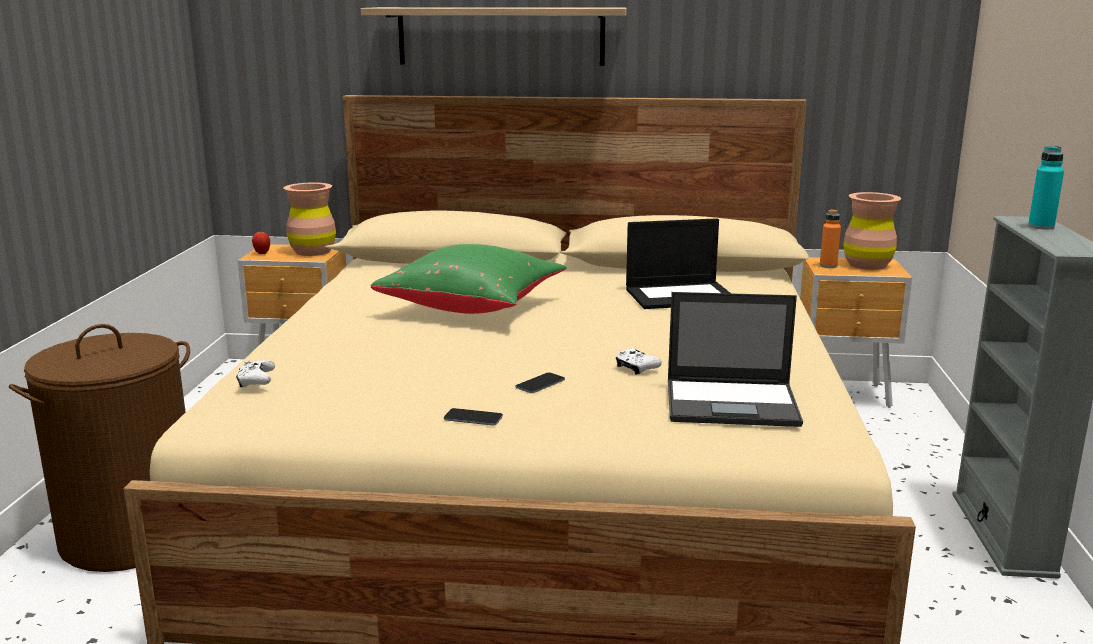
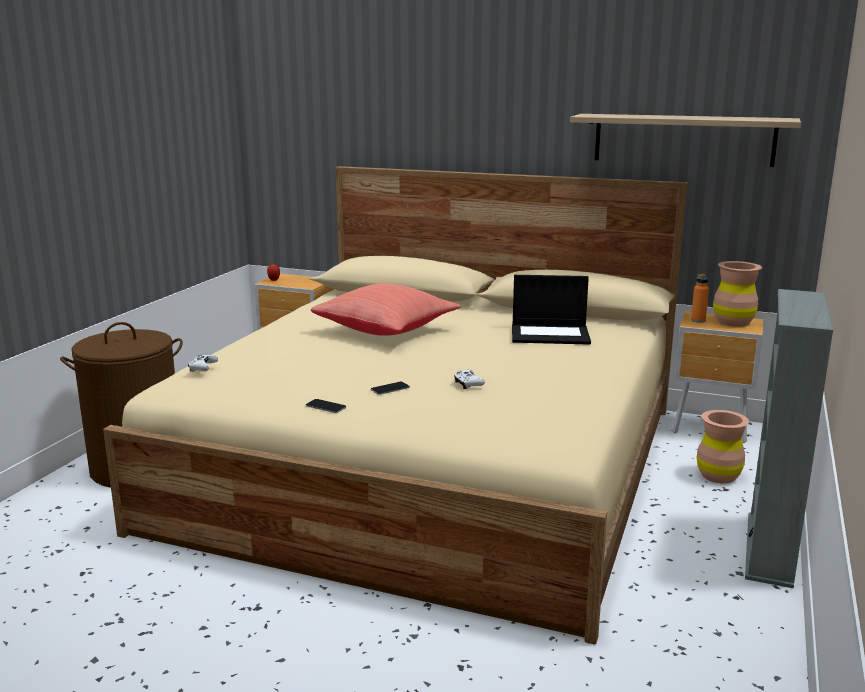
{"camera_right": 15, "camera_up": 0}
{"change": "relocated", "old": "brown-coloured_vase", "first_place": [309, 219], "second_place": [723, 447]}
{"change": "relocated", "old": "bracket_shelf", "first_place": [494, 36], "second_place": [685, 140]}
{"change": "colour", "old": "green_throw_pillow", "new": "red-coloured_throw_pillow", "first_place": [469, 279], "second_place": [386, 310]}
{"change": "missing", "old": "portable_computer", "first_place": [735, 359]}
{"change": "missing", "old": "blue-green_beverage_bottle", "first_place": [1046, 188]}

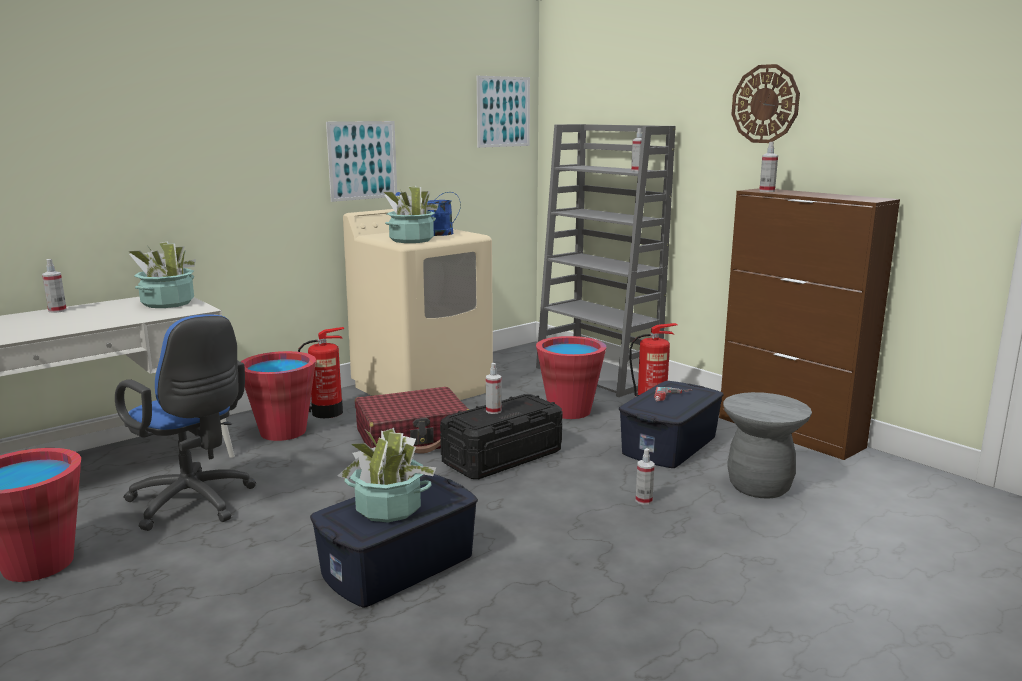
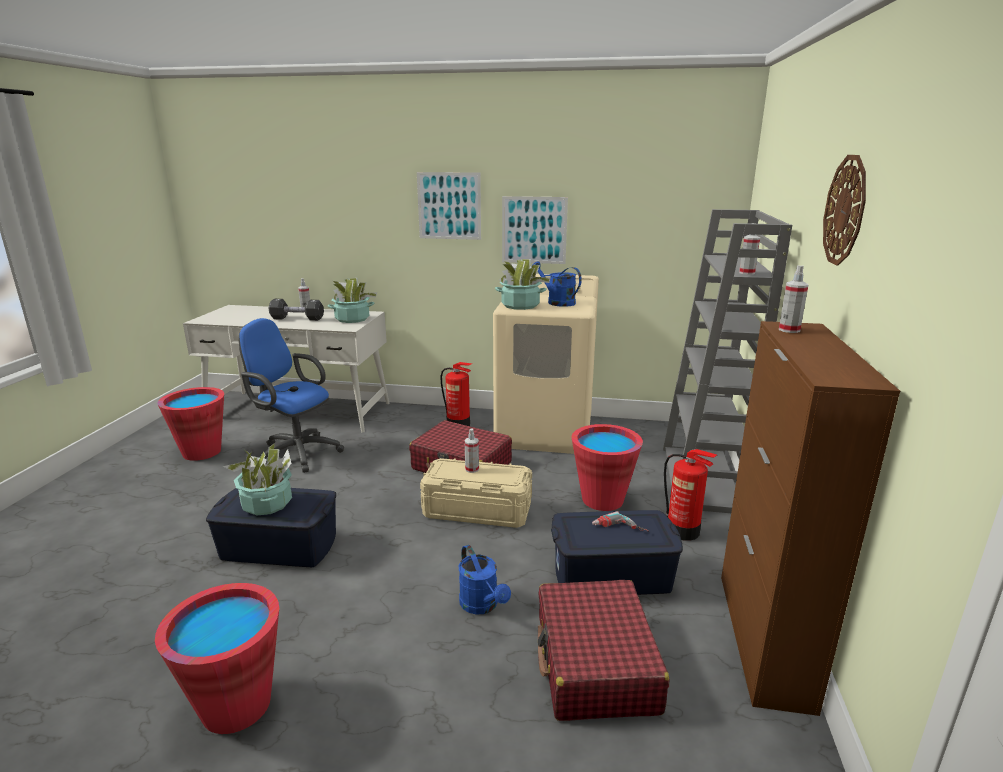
{"camera_right": 50, "camera_up": 5}
{"change": "spun", "old": "bluish_computer_chair", "first_place": [185, 423], "second_place": [291, 395], "degrees": 120}
{"change": "relocated", "old": "red-coloured_water_bucket", "first_place": [278, 396], "second_place": [217, 658]}
{"change": "colour", "old": "blackish_storage_bin", "new": "beige_storage_bin", "first_place": [501, 436], "second_place": [476, 493]}
{"change": "relocated", "old": "wall_picture", "first_place": [503, 112], "second_place": [449, 206]}
{"change": "exchanged", "old": "sprayer", "new": "bluish_watering_can", "first_place": [645, 476], "second_place": [485, 580]}
{"change": "exchanged", "old": "gray_stool_seat", "new": "red-coloured_suitcase", "first_place": [767, 445], "second_place": [603, 650]}
{"change": "appeared", "new": "blackish_free_weight", "second_place": [296, 310]}

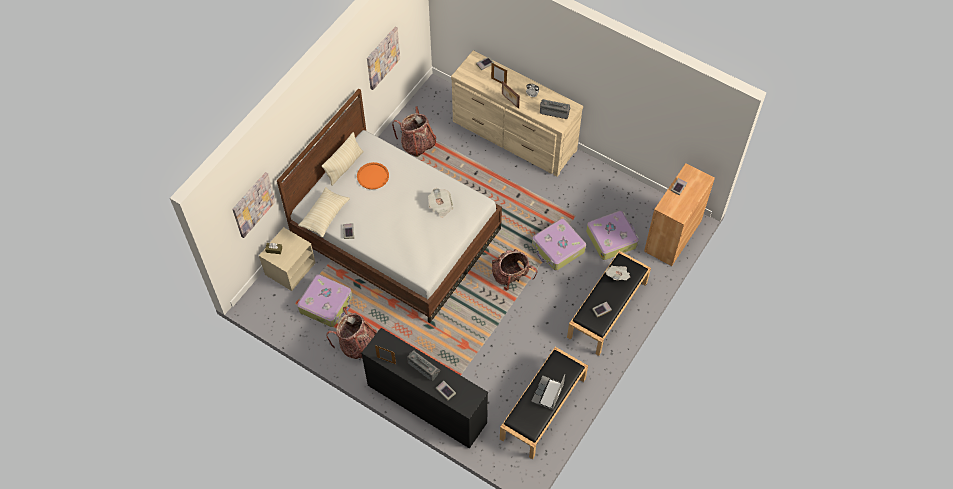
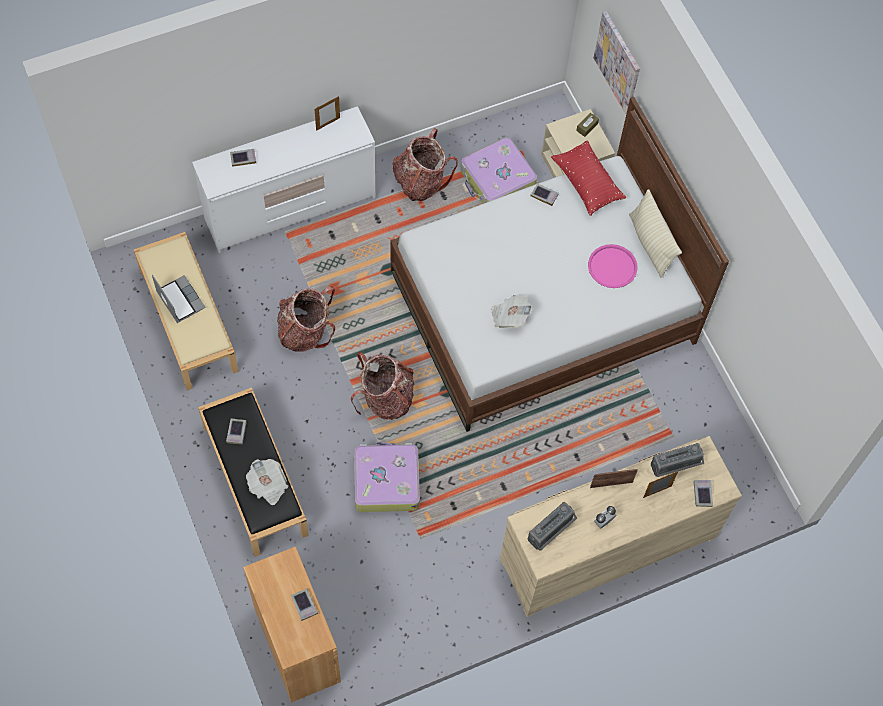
{"camera_right": 120, "camera_up": 5}
{"change": "colour", "old": "beige_throw_pillow", "new": "red-coloured_throw_pillow", "first_place": [324, 212], "second_place": [588, 178]}
{"change": "colour", "old": "orange-coloured_tray", "new": "pinkish_tray", "first_place": [373, 175], "second_place": [612, 266]}
{"change": "colour", "old": "blackish_chest_of_drawers", "new": "whitish_chest_of_drawers", "first_place": [424, 388], "second_place": [283, 179]}
{"change": "missing", "old": "wall_picture", "first_place": [383, 58]}
{"change": "relocated", "old": "backpack", "first_place": [414, 132], "second_place": [306, 319]}
{"change": "relocated", "old": "radio_receiver", "first_place": [423, 365], "second_place": [677, 460]}
{"change": "colour", "old": "blackish_long_seat", "new": "beige_long_seat", "first_place": [544, 403], "second_place": [186, 311]}
{"change": "missing", "old": "suitcase", "first_place": [612, 235]}

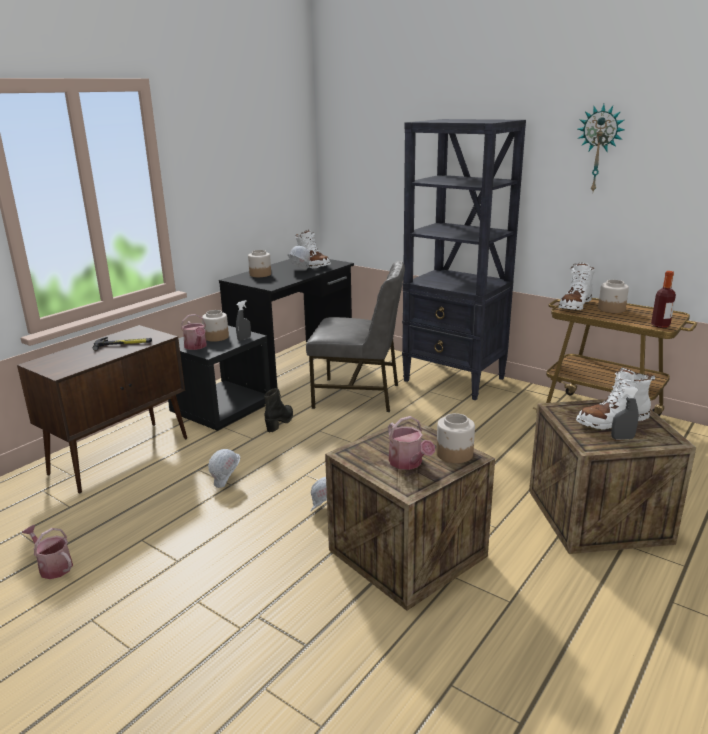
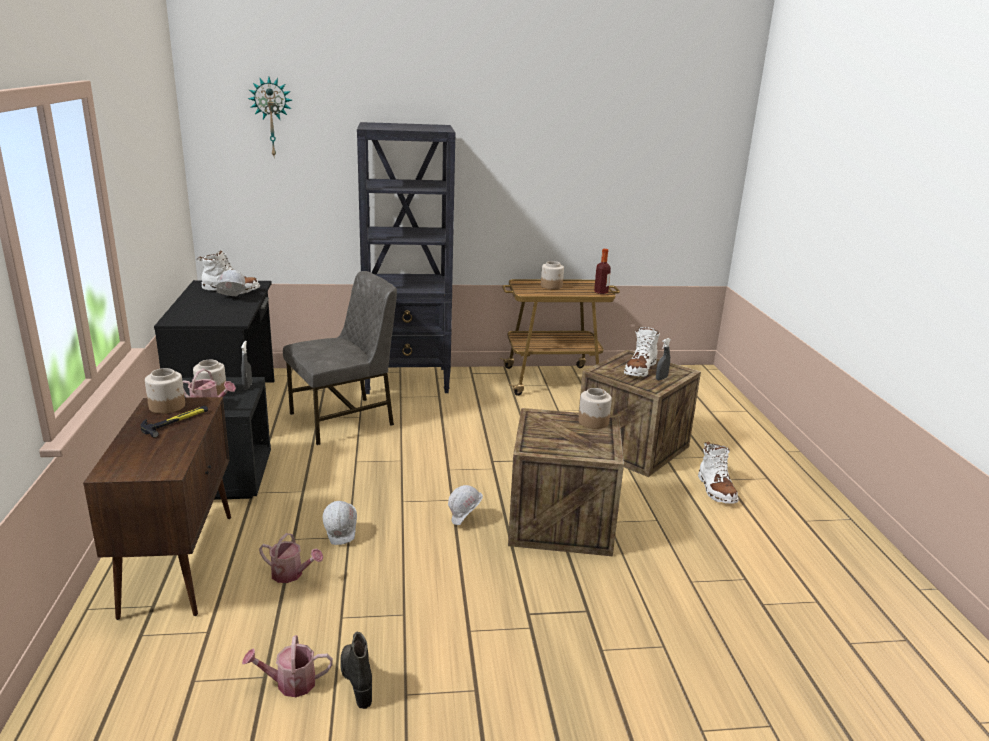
{"camera_right": -45, "camera_up": 0}
{"change": "relocated", "old": "preserve_jar", "first_place": [259, 263], "second_place": [165, 391]}
{"change": "relocated", "old": "blackish_high-top_boot", "first_place": [278, 410], "second_place": [356, 670]}
{"change": "relocated", "old": "watering_can", "first_place": [411, 443], "second_place": [291, 558]}
{"change": "relocated", "old": "whitish_high-top_boot", "first_place": [576, 286], "second_place": [718, 472]}
{"change": "relocated", "old": "wall_clock", "first_place": [601, 148], "second_place": [270, 116]}

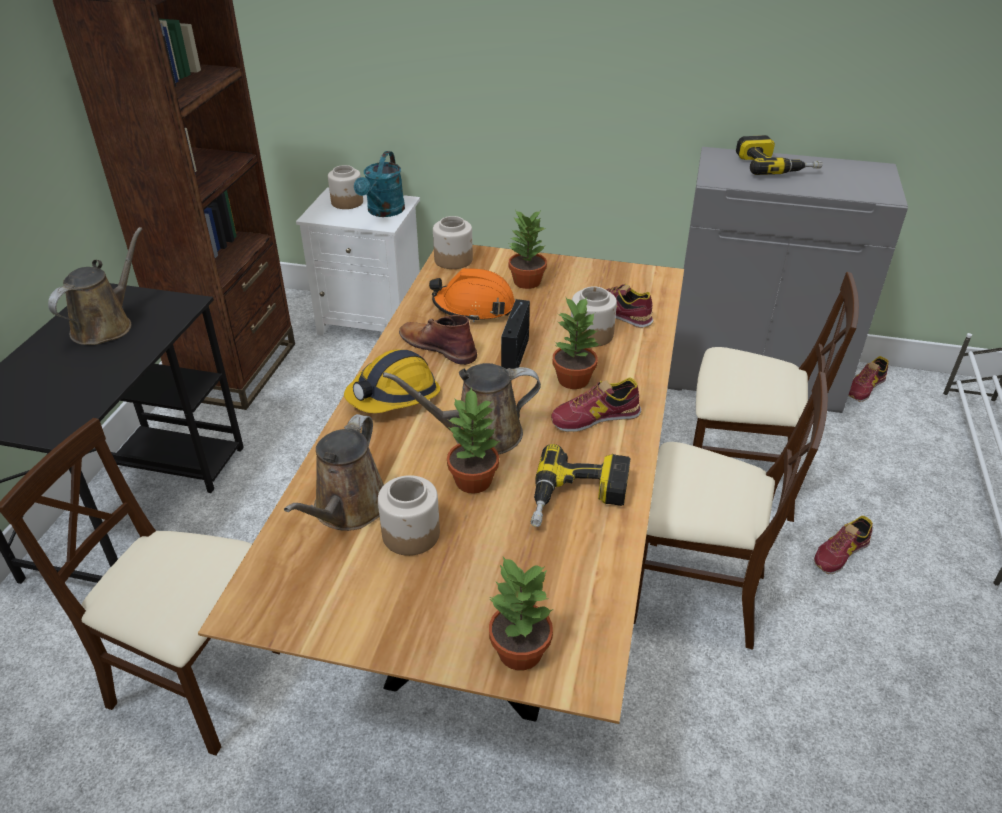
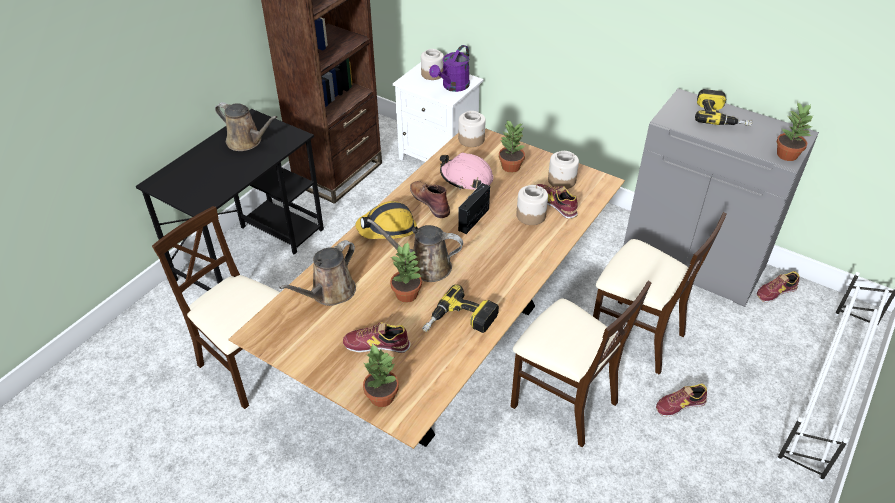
{"camera_right": 20, "camera_up": 5}
{"change": "spun", "old": "brown-coloured_watering_can", "first_place": [95, 286], "second_place": [246, 126], "degrees": 75}
{"change": "colour", "old": "blue-green_watering_can", "new": "purple-coloured_watering_can", "first_place": [379, 184], "second_place": [449, 68]}
{"change": "relocated", "old": "preserve_jar", "first_place": [409, 515], "second_place": [563, 170]}
{"change": "colour", "old": "orange-coloured_work_helmet", "new": "pinkish_work_helmet", "first_place": [472, 295], "second_place": [466, 171]}
{"change": "relocated", "old": "low_shoe", "first_place": [596, 405], "second_place": [377, 337]}
{"change": "relocated", "old": "houseplant", "first_place": [576, 343], "second_place": [795, 131]}

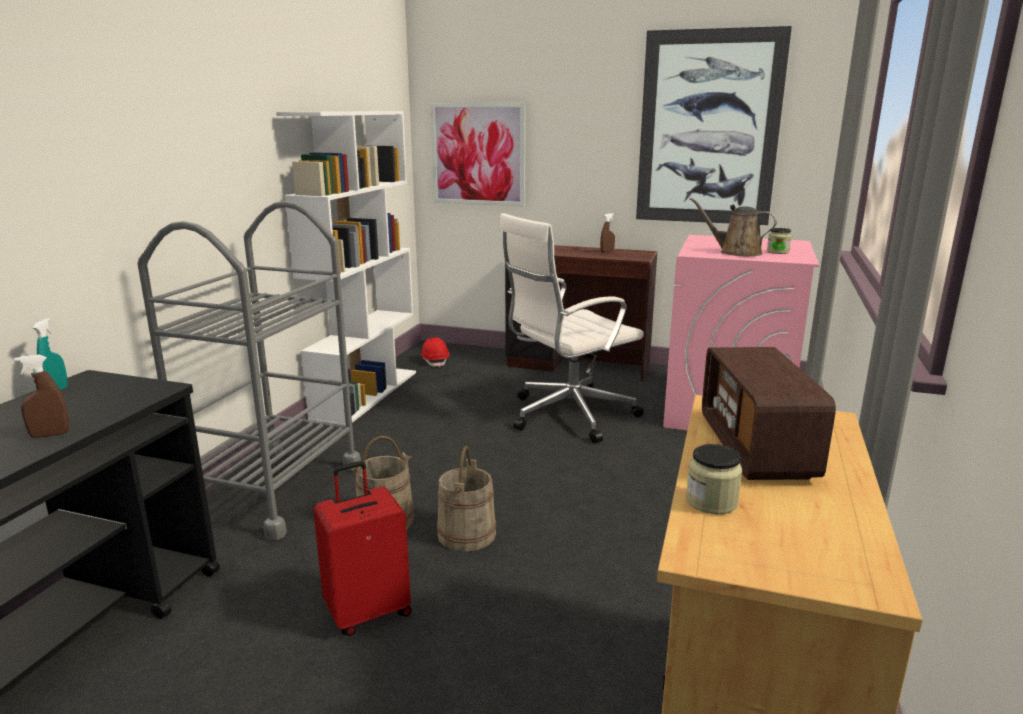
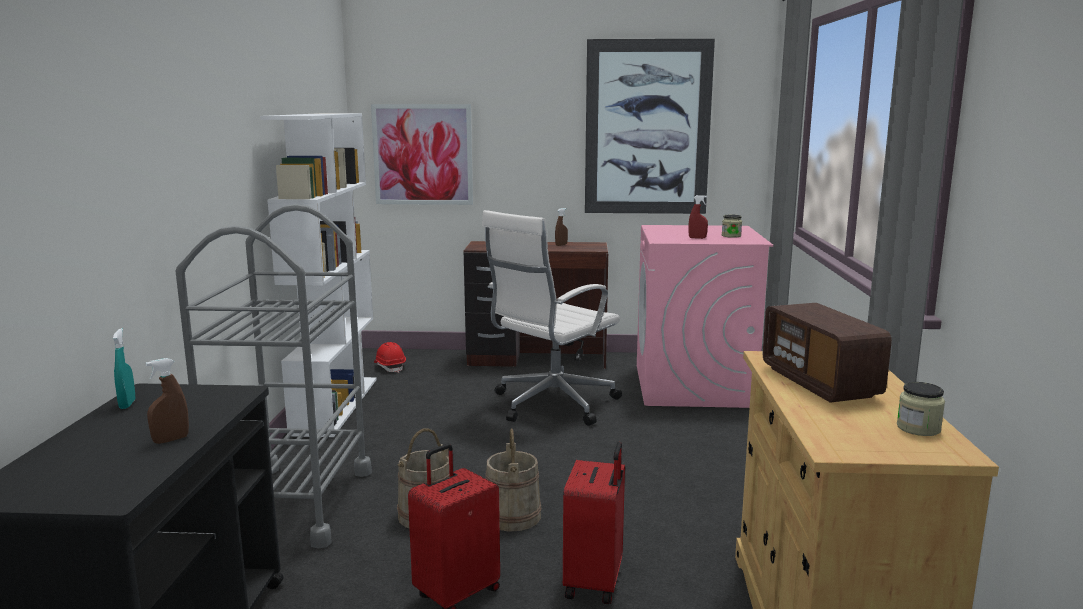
{"camera_right": -15, "camera_up": -5}
{"change": "relocated", "old": "preserve_jar", "first_place": [714, 479], "second_place": [921, 409]}
{"change": "exchanged", "old": "brown-coloured_watering_can", "new": "red-coloured_sprayer", "first_place": [733, 227], "second_place": [698, 217]}
{"change": "appeared", "new": "red-coloured_suitcase", "second_place": [594, 523]}

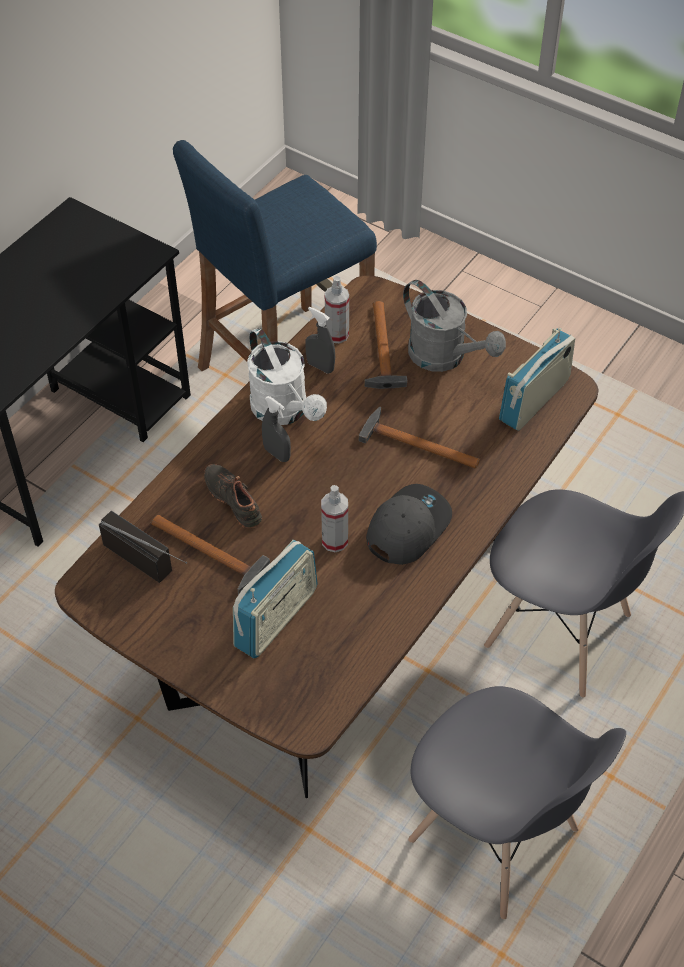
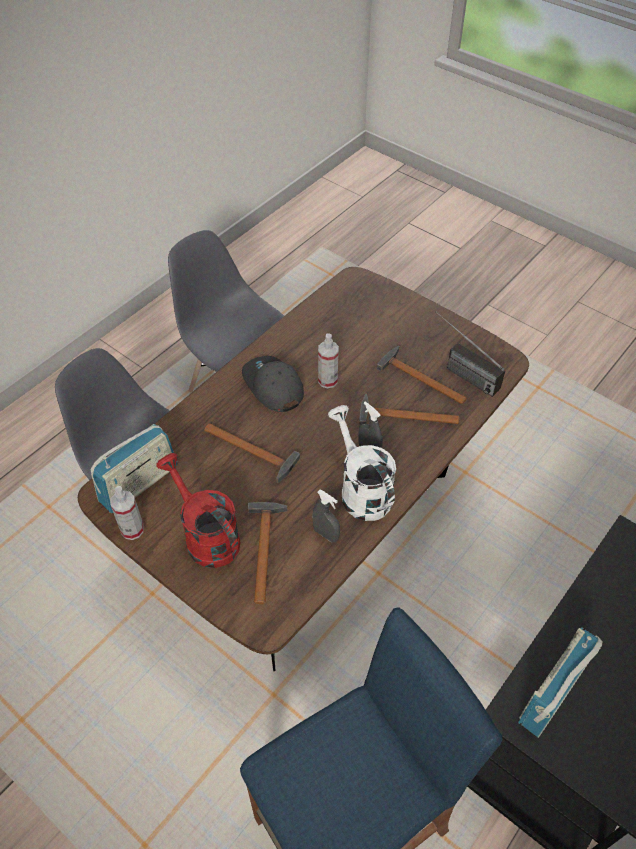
{"camera_right": -175, "camera_up": 0}
{"change": "exchanged", "old": "blackish_low_shoe", "new": "tool_hammer", "first_place": [233, 496], "second_place": [409, 409]}
{"change": "relocated", "old": "radio_receiver", "first_place": [275, 599], "second_place": [560, 682]}
{"change": "relocated", "old": "sprayer", "first_place": [337, 309], "second_place": [127, 513]}
{"change": "spun", "old": "gray_baseball_cap", "first_place": [409, 524], "second_place": [273, 384], "degrees": 105}
{"change": "colour", "old": "gray_watering_can", "new": "red-coloured_watering_can", "first_place": [454, 326], "second_place": [198, 510]}

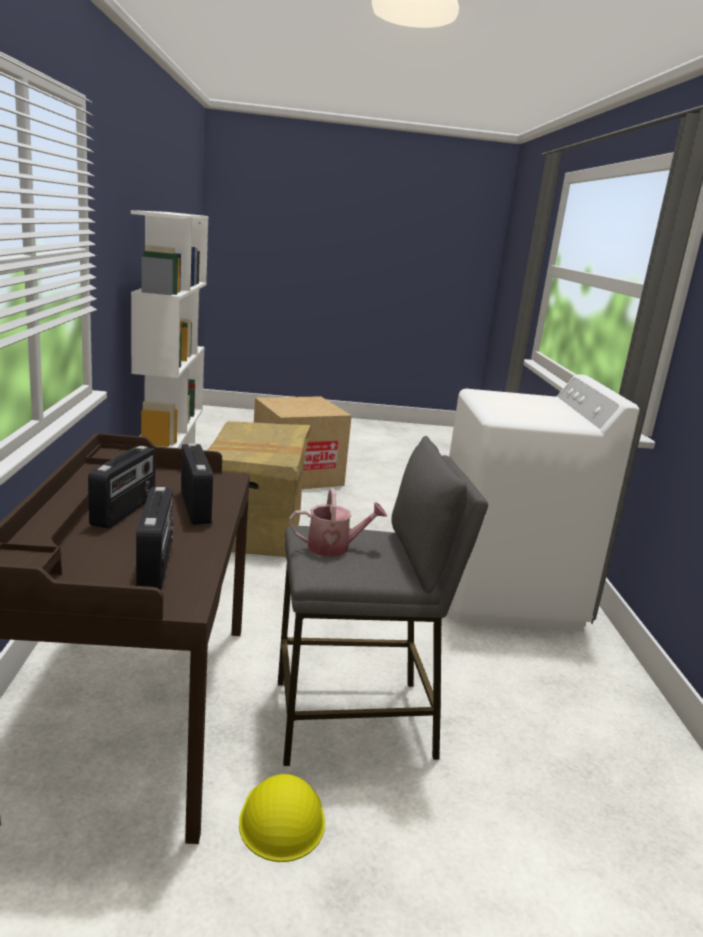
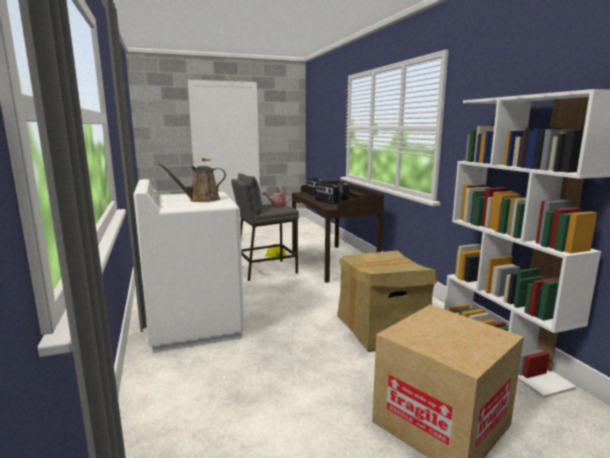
{"camera_right": 165, "camera_up": -5}
{"change": "appeared", "new": "brown-coloured_watering_can", "second_place": [192, 182]}

